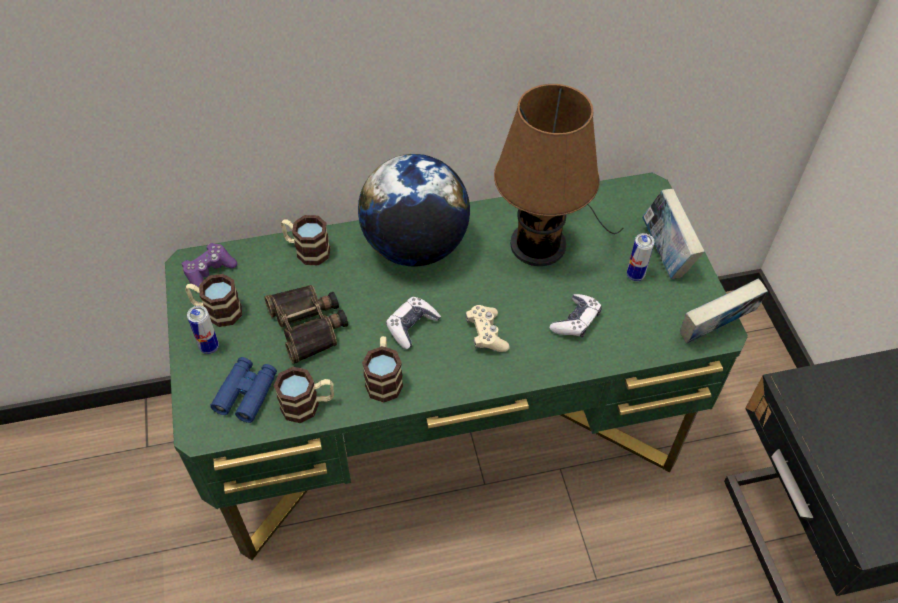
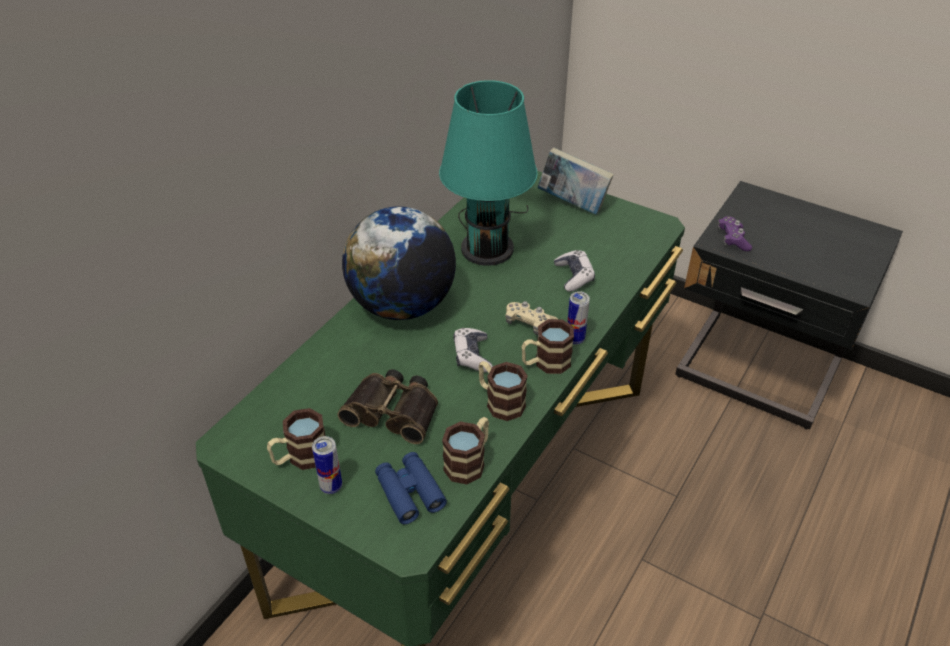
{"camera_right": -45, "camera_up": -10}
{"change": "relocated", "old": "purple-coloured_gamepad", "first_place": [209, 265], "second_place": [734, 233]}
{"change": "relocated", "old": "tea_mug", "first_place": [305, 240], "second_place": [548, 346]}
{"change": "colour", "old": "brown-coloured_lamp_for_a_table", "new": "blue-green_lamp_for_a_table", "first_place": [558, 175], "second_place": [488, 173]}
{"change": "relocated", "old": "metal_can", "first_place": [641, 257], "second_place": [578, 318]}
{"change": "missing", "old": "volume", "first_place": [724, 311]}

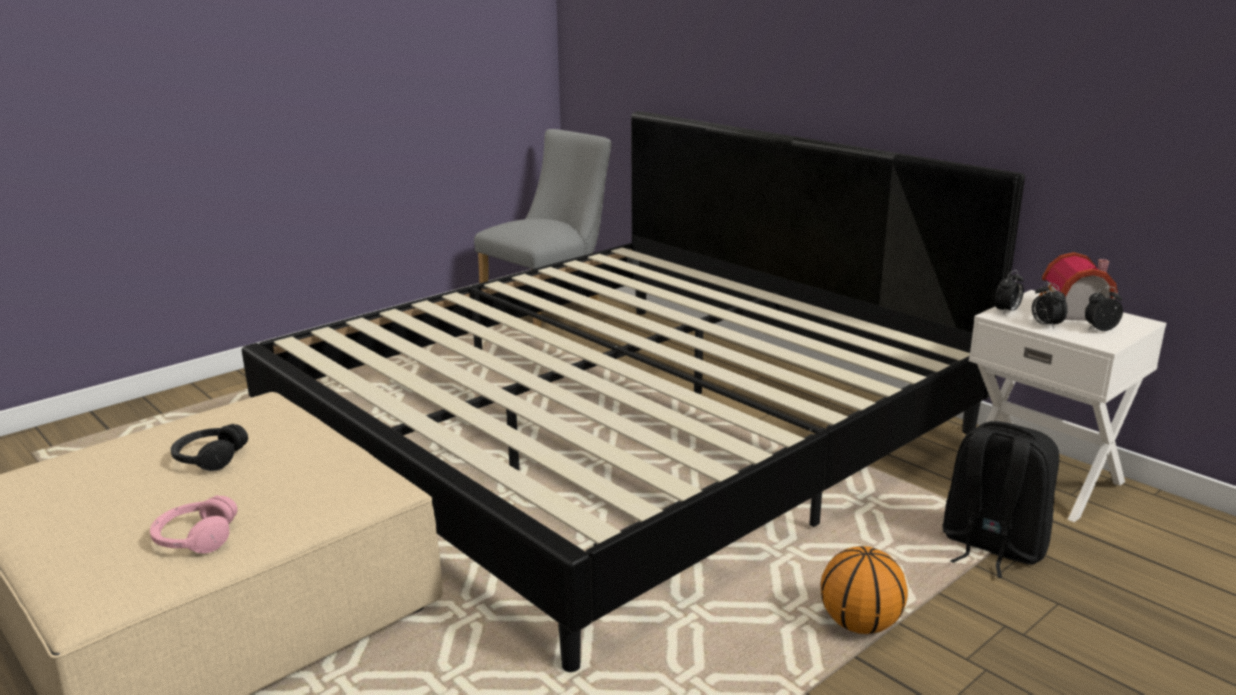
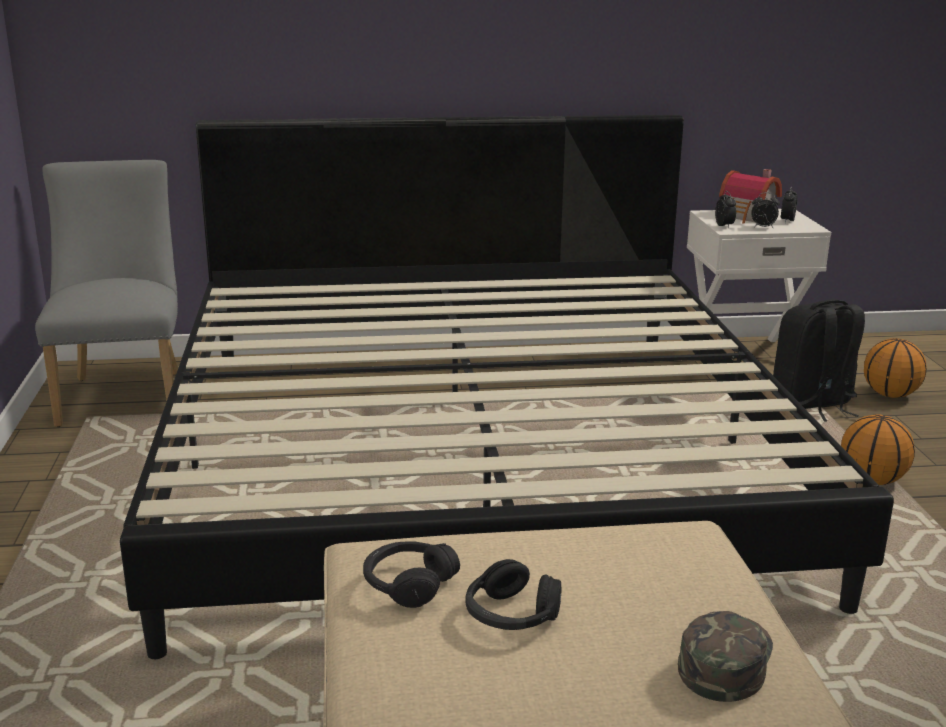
{"camera_right": -55, "camera_up": 0}
{"change": "exchanged", "old": "pinkish_pair_of_headphones", "new": "green_baseball_cap", "first_place": [194, 524], "second_place": [725, 656]}
{"change": "appeared", "new": "blackish_pair_of_headphones", "second_place": [411, 575]}
{"change": "appeared", "new": "basketball", "second_place": [895, 368]}

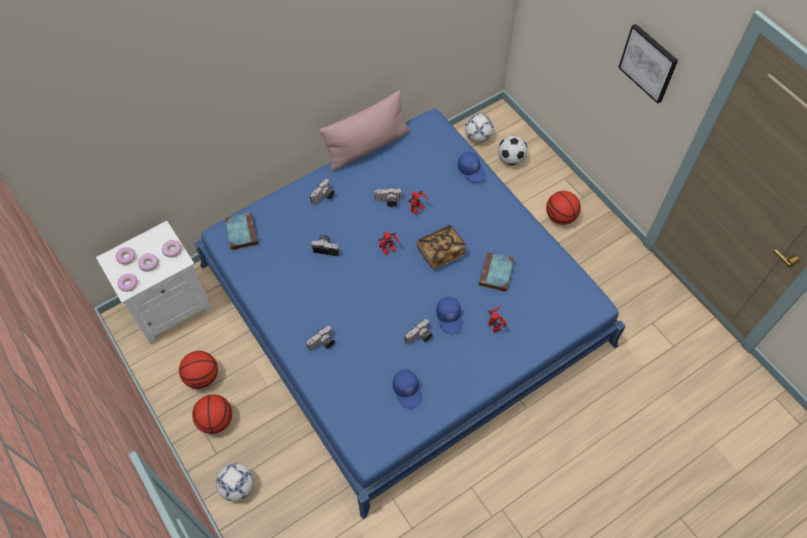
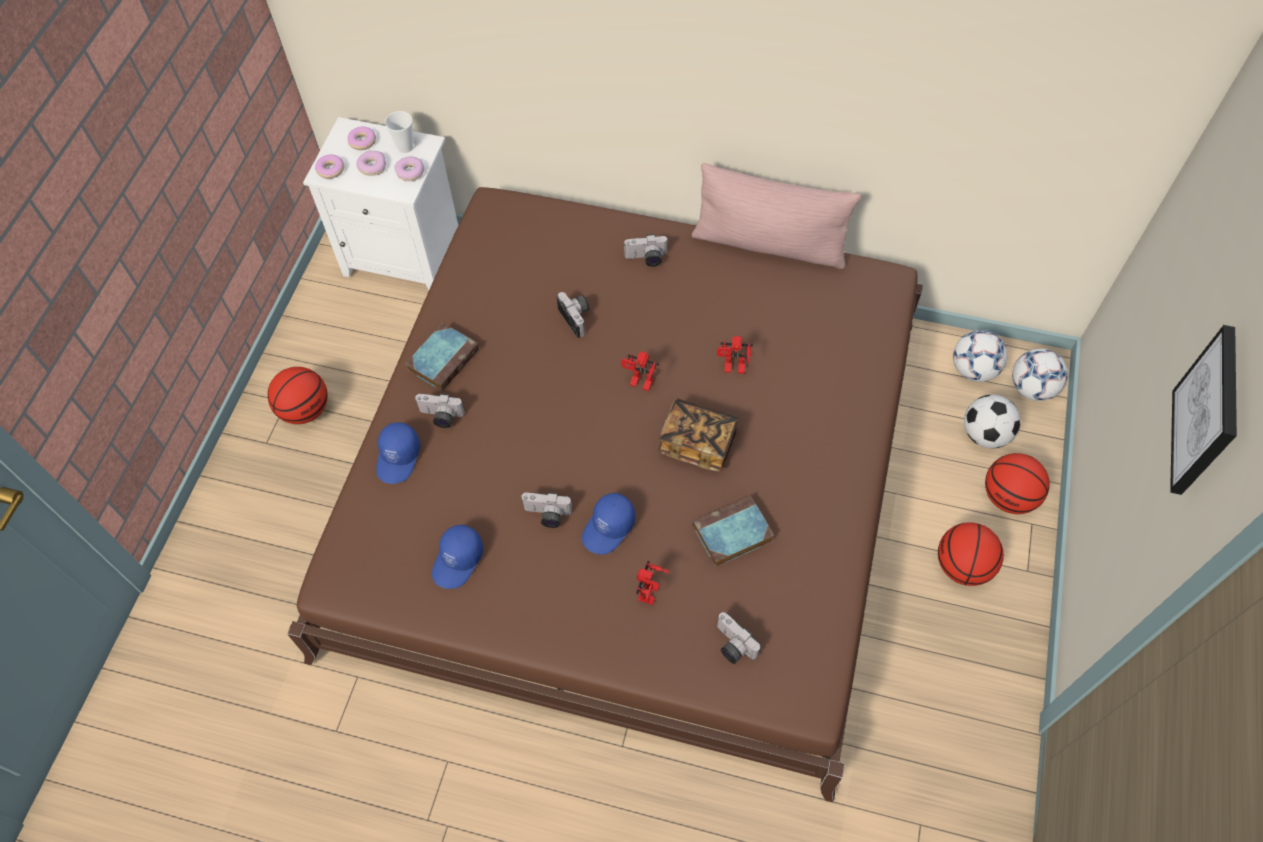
{"camera_right": 50, "camera_up": 0}
{"change": "relocated", "old": "basketball", "first_place": [198, 370], "second_place": [1017, 483]}
{"change": "colour", "old": "bluish_bedroom_bed", "new": "brown-coloured_bedroom_bed", "first_place": [410, 314], "second_place": [605, 494]}
{"change": "relocated", "old": "football", "first_place": [235, 482], "second_place": [1040, 375]}
{"change": "relocated", "old": "volume", "first_place": [241, 231], "second_place": [442, 357]}
{"change": "relocated", "old": "still_camera", "first_place": [388, 197], "second_place": [739, 638]}
{"change": "relocated", "old": "bluish_baseball_cap", "first_place": [472, 167], "second_place": [398, 453]}
{"change": "appeared", "new": "small_cup", "second_place": [399, 132]}

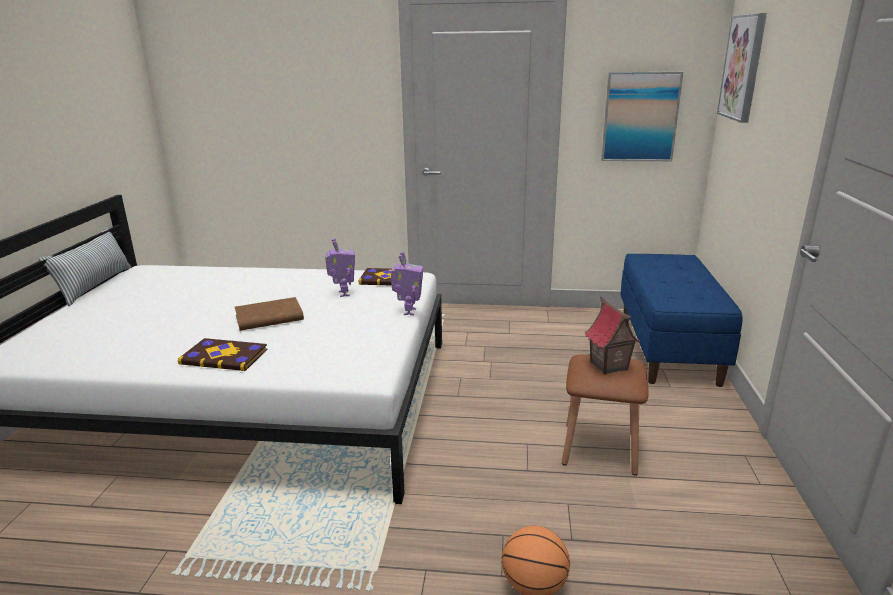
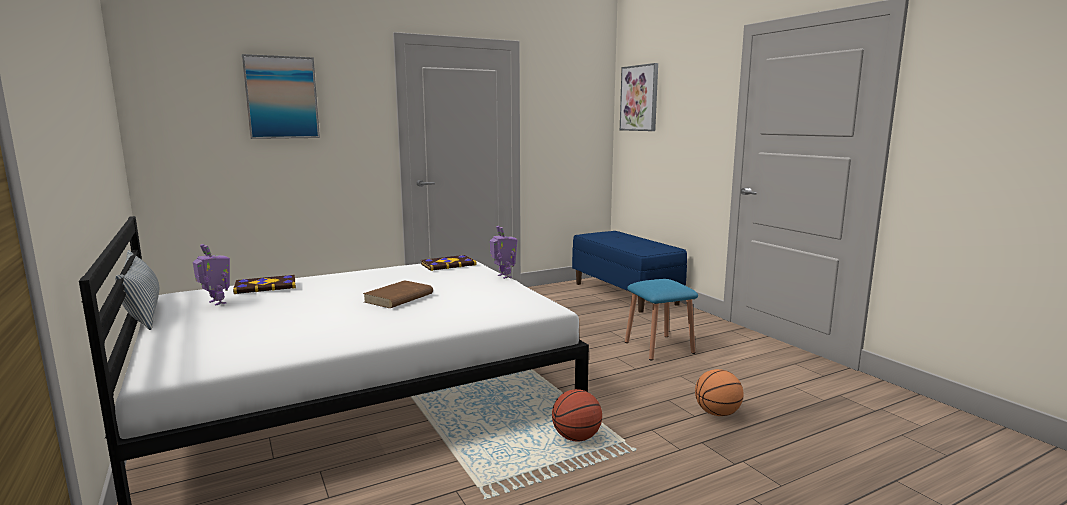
{"camera_right": -35, "camera_up": -10}
{"change": "relocated", "old": "volume", "first_place": [223, 354], "second_place": [264, 284]}
{"change": "relocated", "old": "model_robot", "first_place": [340, 267], "second_place": [211, 275]}
{"change": "colour", "old": "brown-coloured_stool_seat", "new": "bluish_stool_seat", "first_place": [605, 415], "second_place": [661, 320]}
{"change": "missing", "old": "toy_house", "first_place": [612, 335]}
{"change": "relocated", "old": "wall_picture", "first_place": [642, 116], "second_place": [281, 96]}
{"change": "appeared", "new": "basketball", "second_place": [577, 415]}

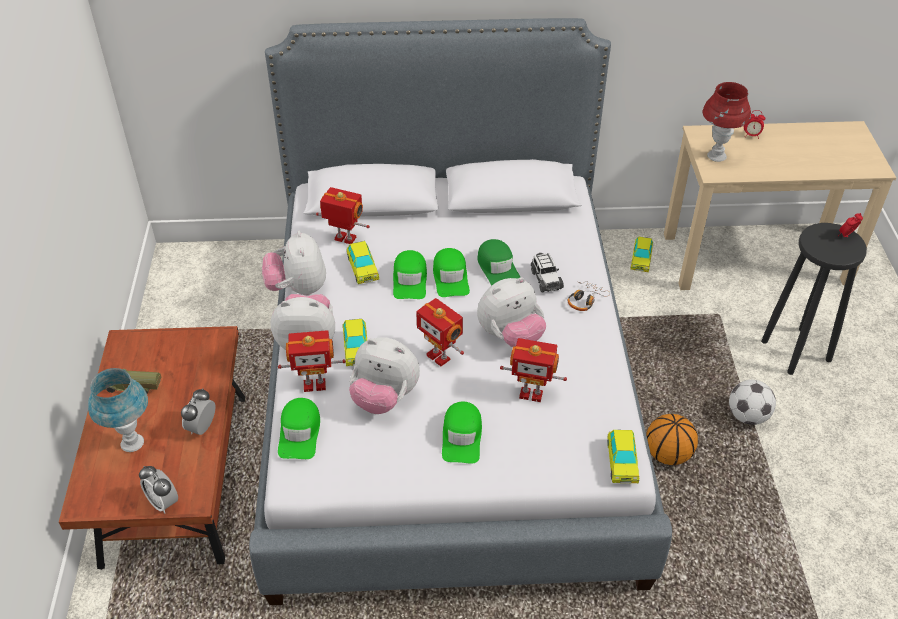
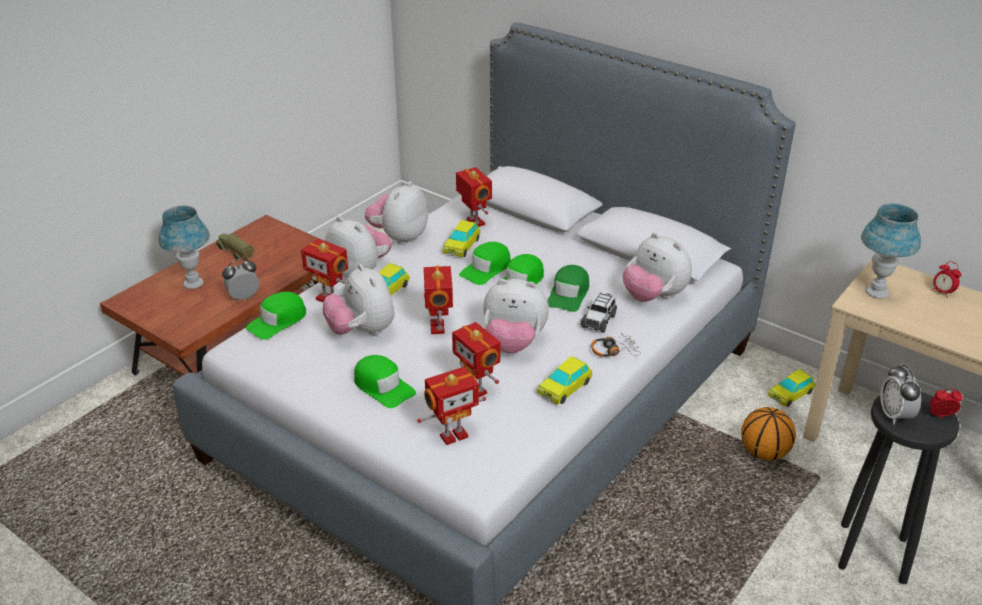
{"camera_right": 40, "camera_up": -10}
{"change": "relocated", "old": "alarm_clock", "first_place": [158, 489], "second_place": [900, 394]}
{"change": "spun", "old": "green_baseball_cap", "first_place": [462, 432], "second_place": [385, 381], "degrees": -90}
{"change": "relocated", "old": "toy_car", "first_place": [623, 456], "second_place": [564, 380]}
{"change": "relocated", "old": "basketball", "first_place": [672, 439], "second_place": [768, 434]}
{"change": "colour", "old": "red-coloured_lamp_for_a_table", "new": "bluish_lamp_for_a_table", "first_place": [727, 122], "second_place": [891, 251]}
{"change": "missing", "old": "football", "first_place": [752, 402]}
{"change": "appeared", "new": "model_robot", "second_place": [451, 406]}
{"change": "appeared", "new": "cuddly_toy", "second_place": [657, 267]}

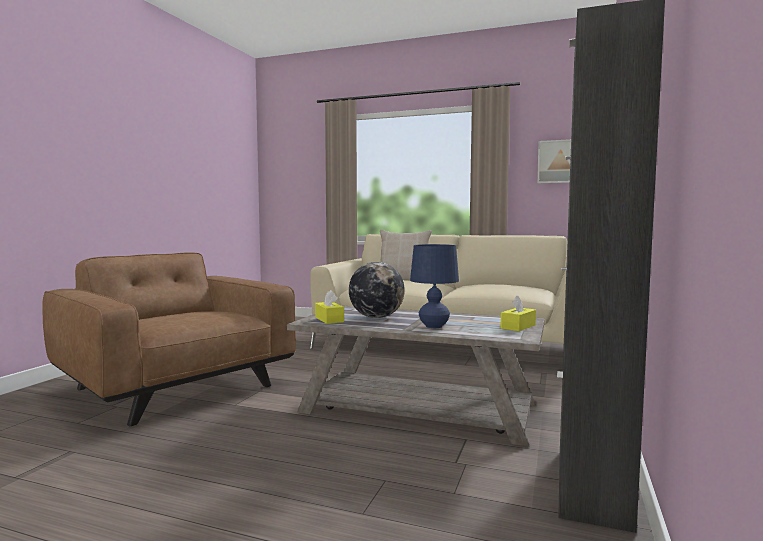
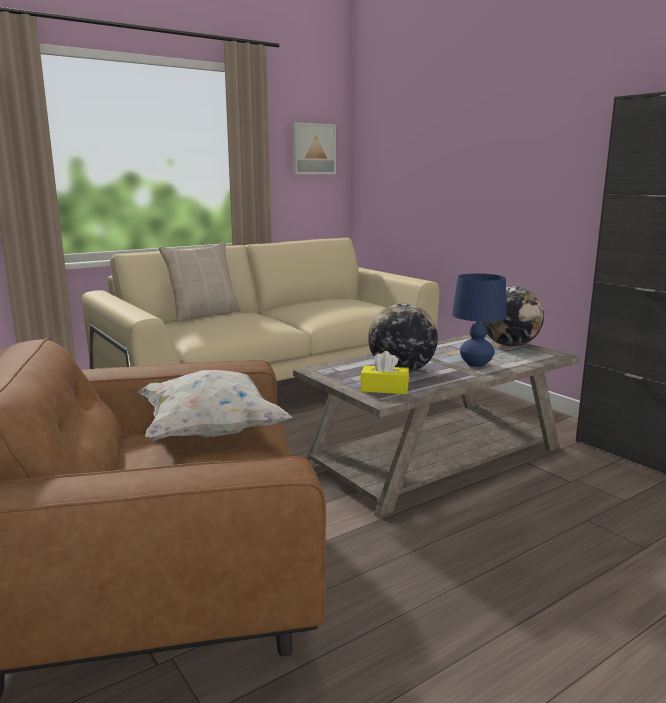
{"camera_right": -55, "camera_up": 10}
{"change": "exchanged", "old": "yellow-coloured_box_of_tissues", "new": "desk_globe", "first_place": [518, 313], "second_place": [513, 316]}
{"change": "appeared", "new": "whitish_throw_pillow", "second_place": [215, 405]}

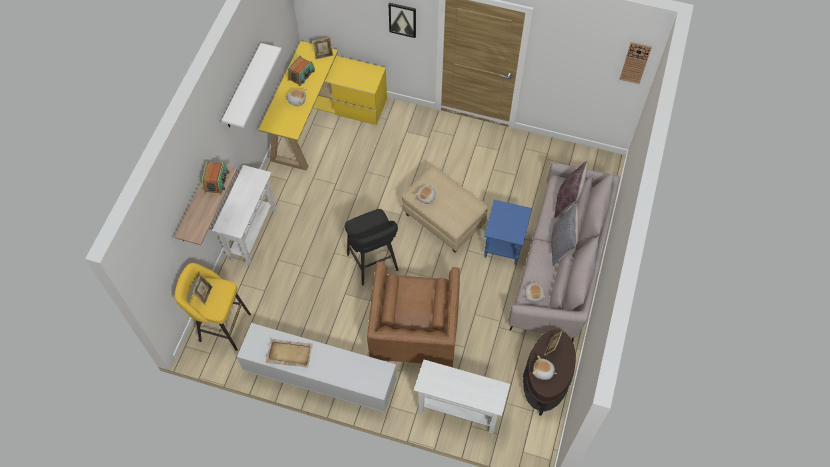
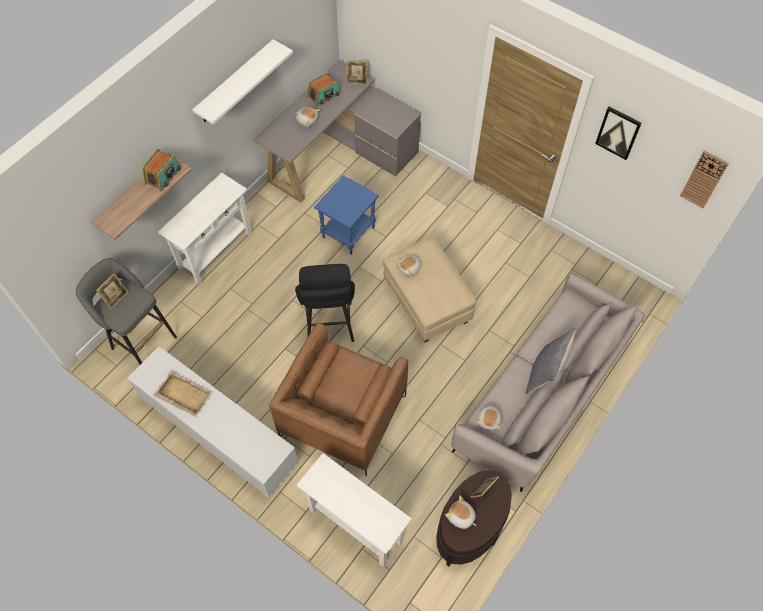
{"camera_right": 20, "camera_up": 0}
{"change": "colour", "old": "yellow-coloured_stool_seat", "new": "gray_stool_seat", "first_place": [212, 307], "second_place": [126, 311]}
{"change": "colour", "old": "yellow-coloured_desk_table", "new": "gray_desk_table", "first_place": [322, 106], "second_place": [337, 131]}
{"change": "relocated", "old": "wall_picture", "first_place": [402, 20], "second_place": [618, 133]}
{"change": "relocated", "old": "bluish_accent_table", "first_place": [508, 232], "second_place": [346, 215]}
{"change": "missing", "old": "brown-coloured_throw_pillow", "first_place": [570, 189]}

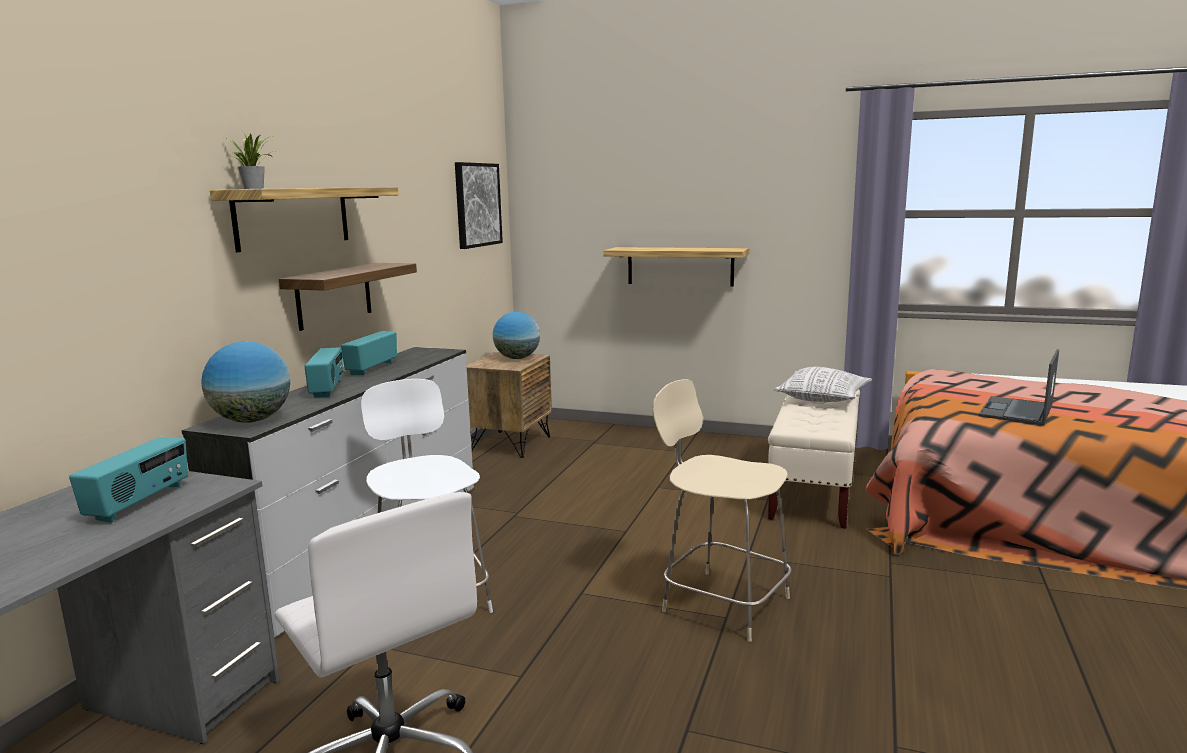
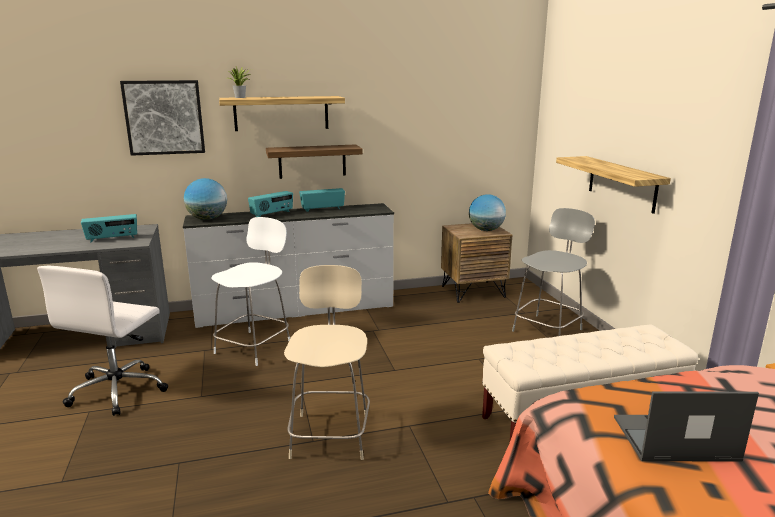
{"camera_right": 55, "camera_up": 5}
{"change": "relocated", "old": "wall_picture", "first_place": [479, 205], "second_place": [162, 118]}
{"change": "missing", "old": "throw_pillow", "first_place": [823, 384]}
{"change": "appeared", "new": "gray_upright_chair", "second_place": [553, 272]}

